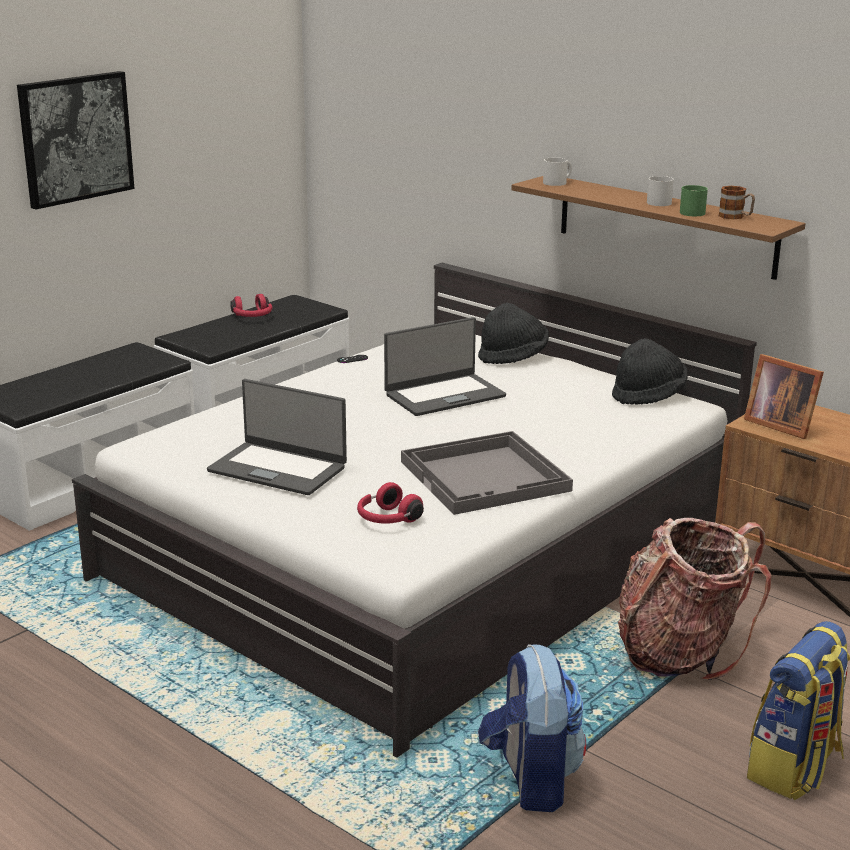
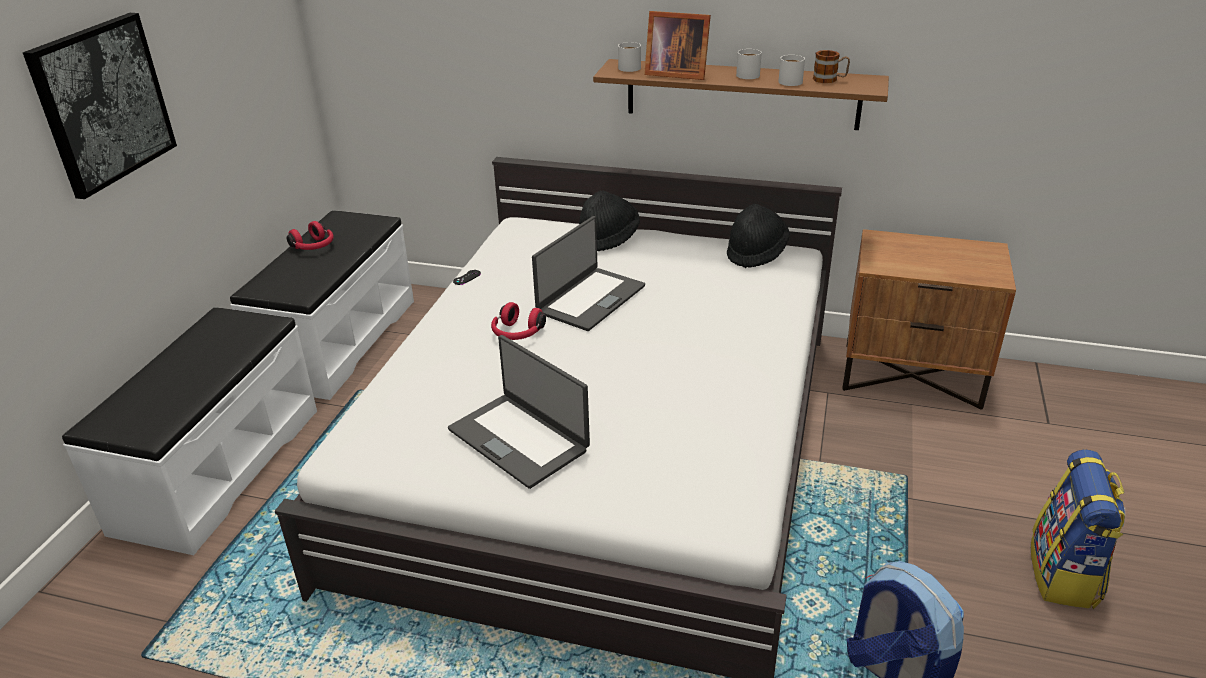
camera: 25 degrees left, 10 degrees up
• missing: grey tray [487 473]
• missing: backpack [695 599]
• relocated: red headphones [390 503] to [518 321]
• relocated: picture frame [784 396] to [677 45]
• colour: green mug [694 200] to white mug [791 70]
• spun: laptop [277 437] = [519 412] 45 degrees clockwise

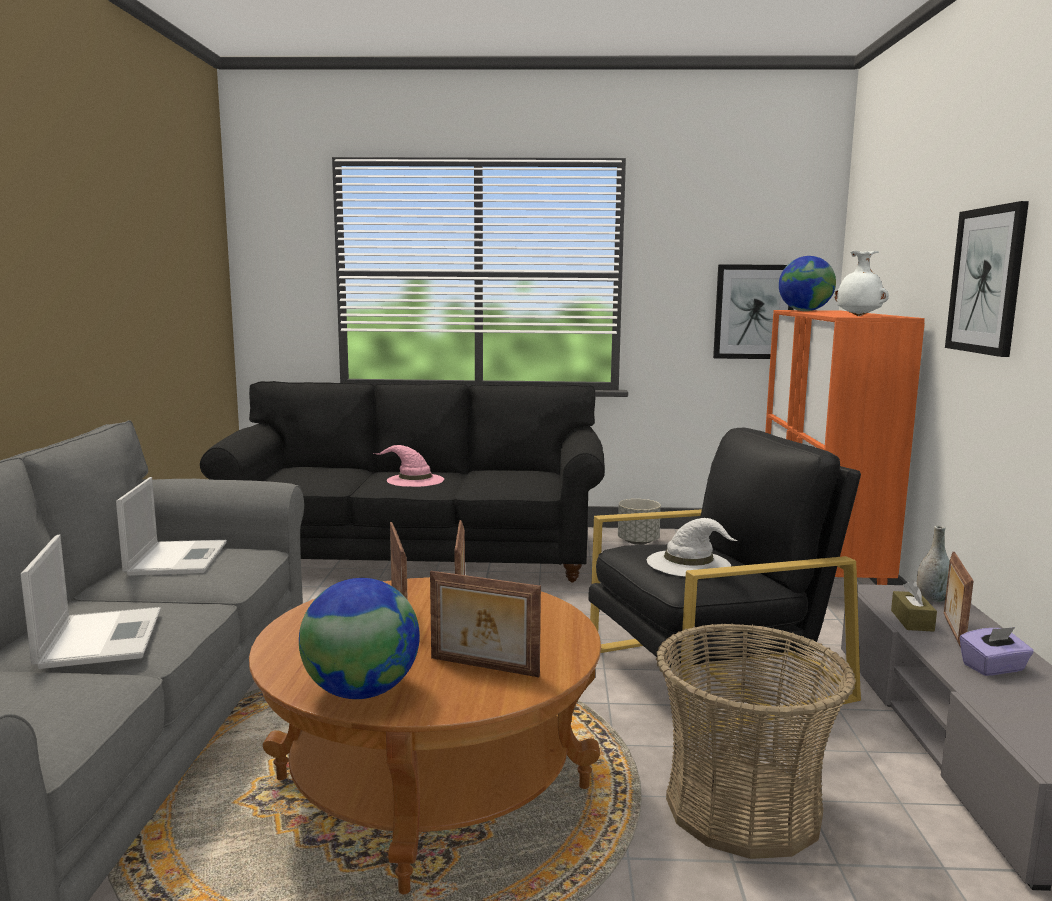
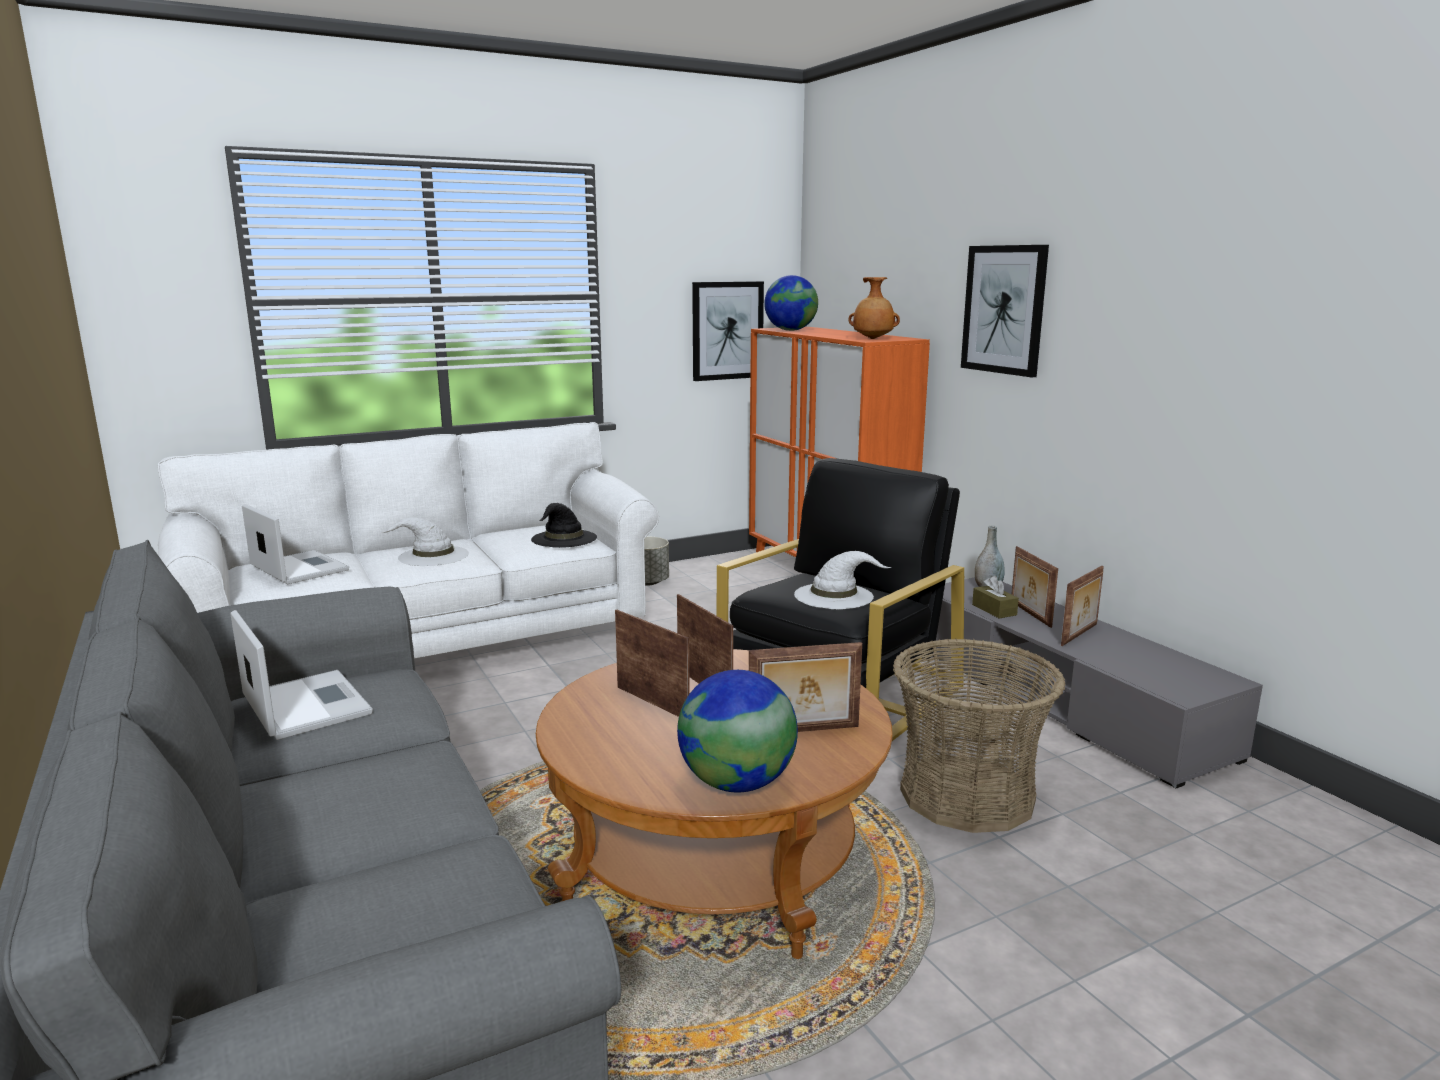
camera: 30 degrees left, 5 degrees up
• appeared: black hat [564 525]
• relocated: laptop [91 601] to [295 544]
• exchanged: purple tissue box [997 651] to picture frame [1082 606]
• colour: black sofa [402 481] to white sofa [408 540]
• colour: pink hat [409 466] to white hat [424 541]
• colour: white vase [861 283] to brown vase [874 308]

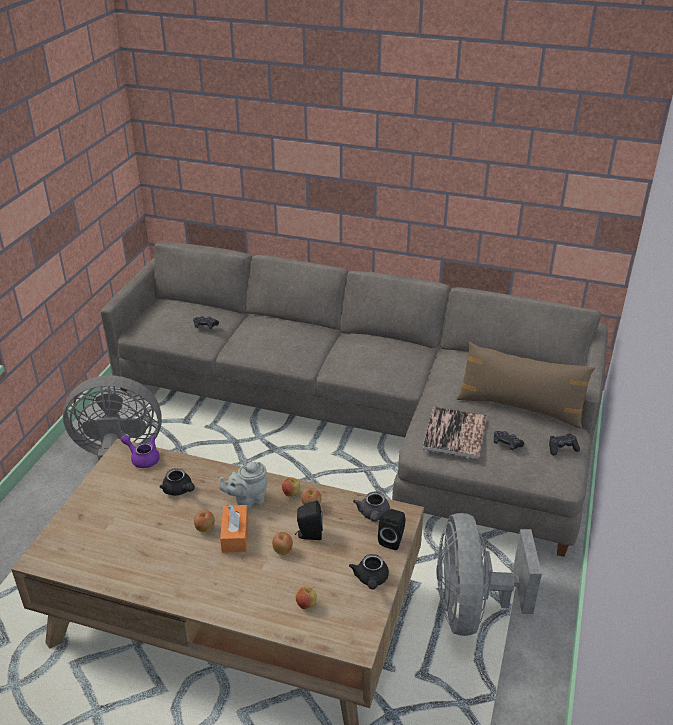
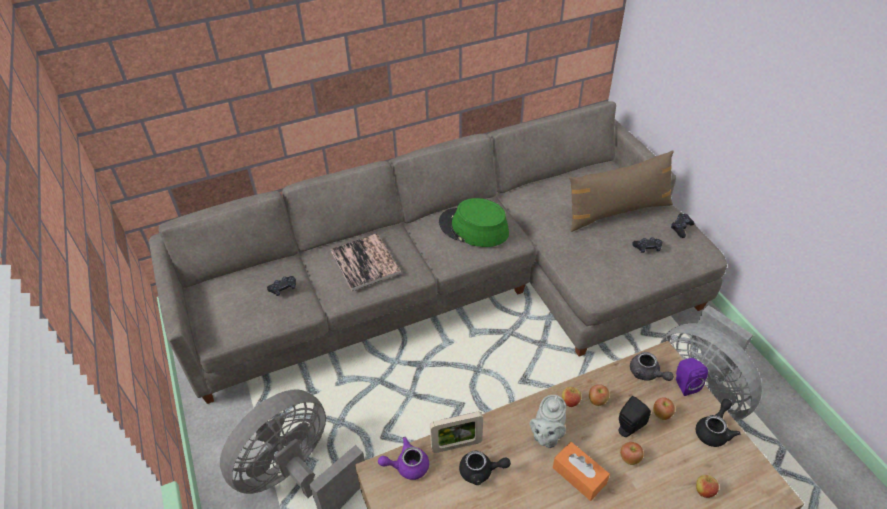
camera: 40 degrees left, 10 degrees up
• appeared: picture frame [456 432]
• appeared: green hat [474 222]
• relocated: apple [204 521] to [664 408]
• relocated: book [455 433] to [365 262]
• colour: black speaker [392 529] to purple speaker [692 377]
• spun: black teapot [369 572] = [718 423] 105 degrees counterclockwise

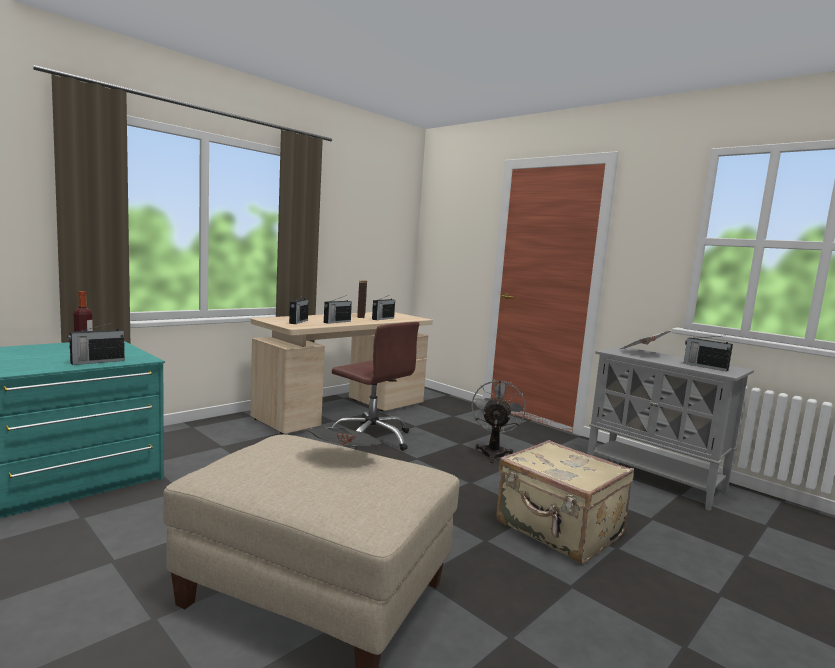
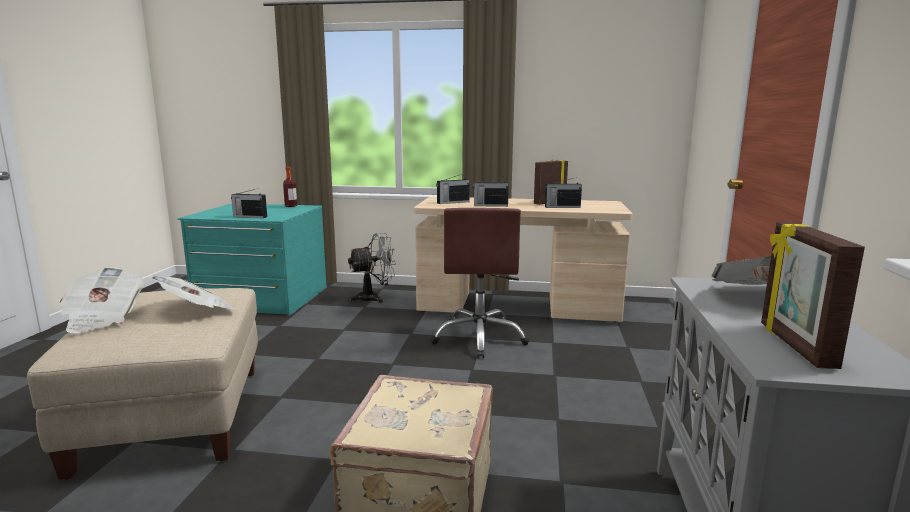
camera: 55 degrees right, 5 degrees up
• appeared: newspaper [102 300]
• relocated: grey fan [498 421] to [372 268]
• exchanged: radio [708 353] to picture frame [813 295]

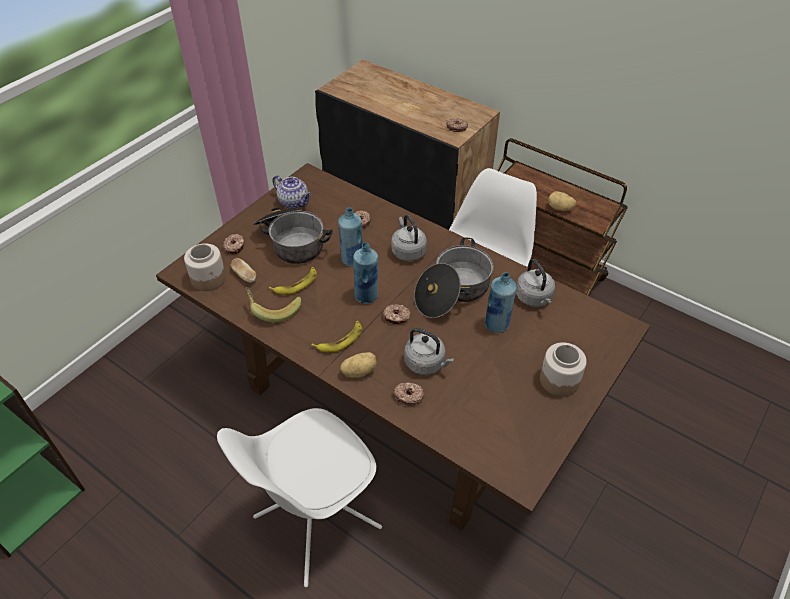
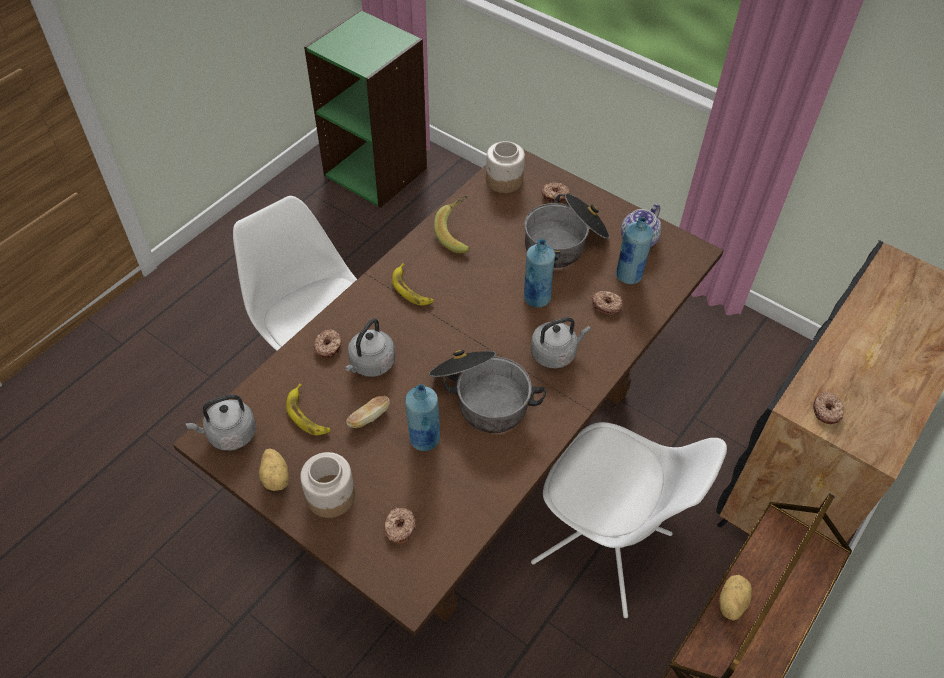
camera: 90 degrees right, 5 degrees up
• relocated: bread [243 270] to [368 412]
• relocated: banana [293 281] to [308 409]
• relocated: potato [358 365] to [274 469]
• relocated: blue bottle [365 273] to [634 250]
• relocated: donut [397 314] to [400 525]
• relocated: grey kettle [535 283] to [221 422]

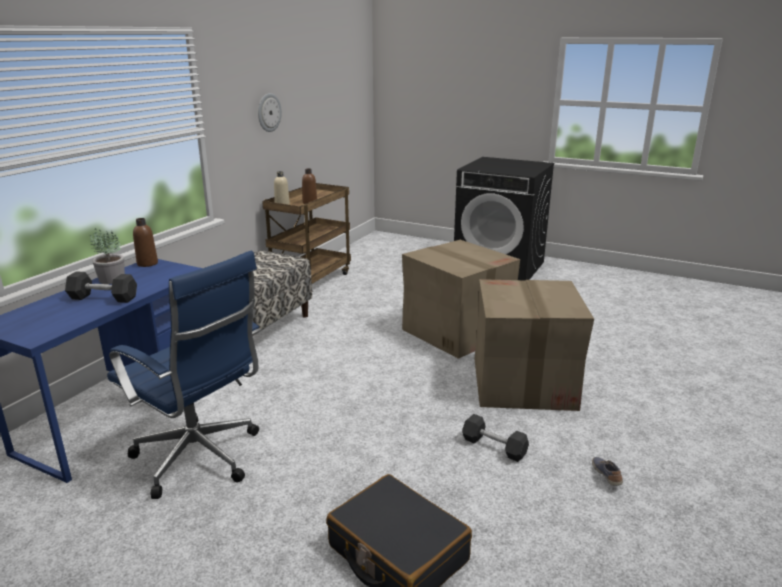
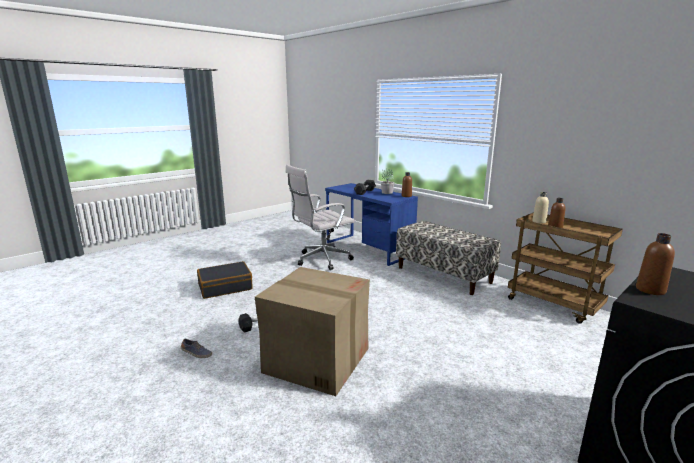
camera: 110 degrees right, 5 degrees down
• missing: wall clock [270 112]
• missing: cardboard box [461 299]
• appeared: brown bottle [655 264]
• colour: blue office chair [184 375] to white office chair [320 217]

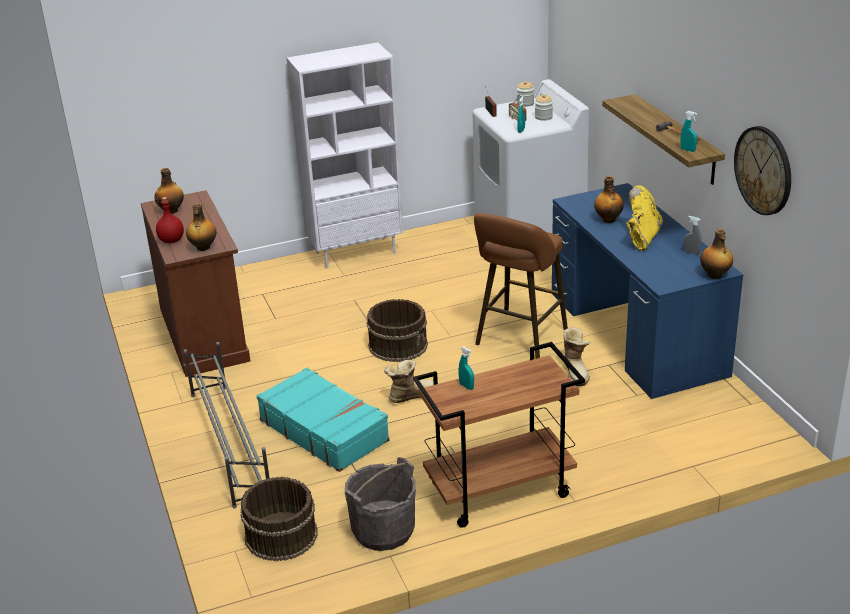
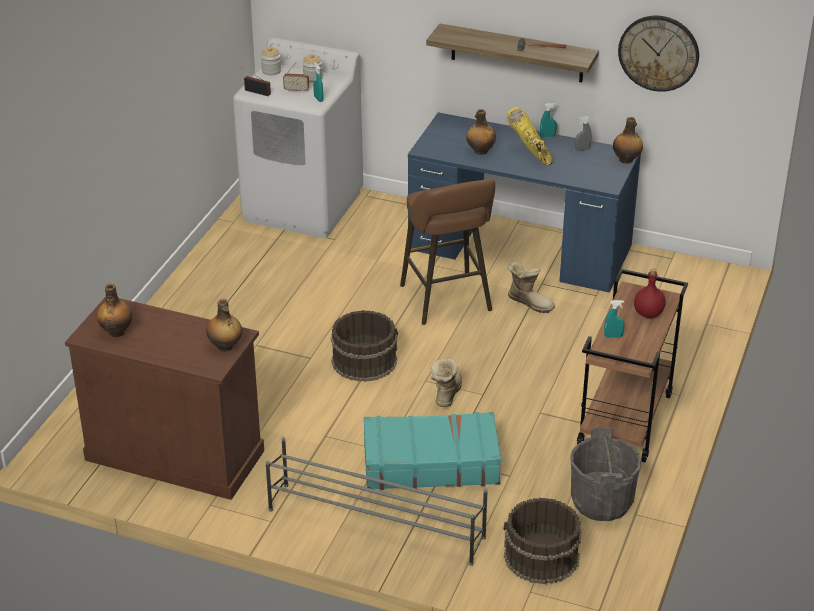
camera: 50 degrees left, 5 degrees up
• missing: white bookcase [345 155]
• relocated: red bottle [170 220] to [650 293]
• relocated: turquoise spray bottle [688 131] to [548 120]

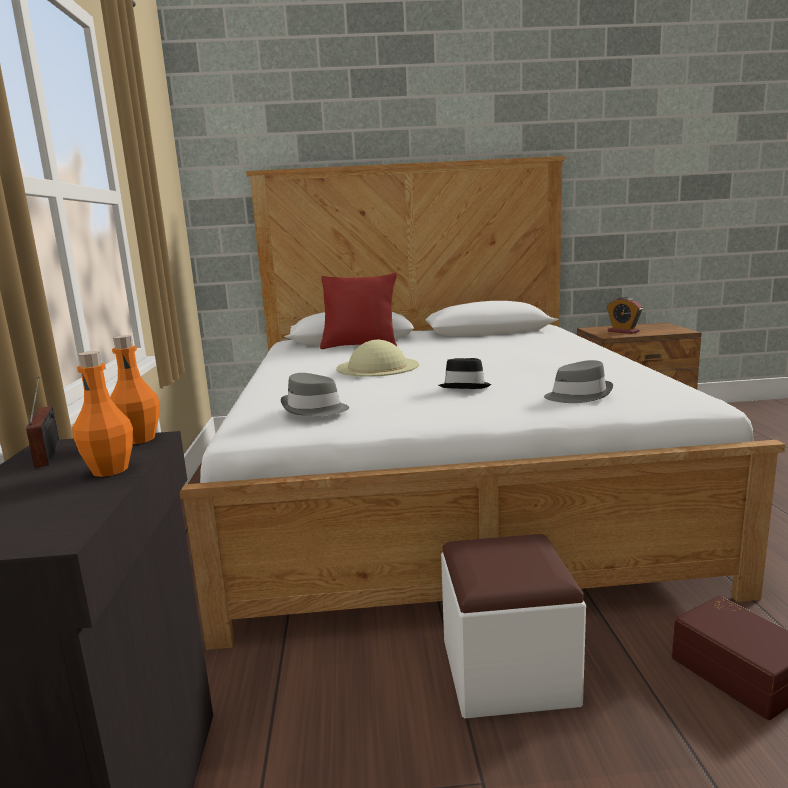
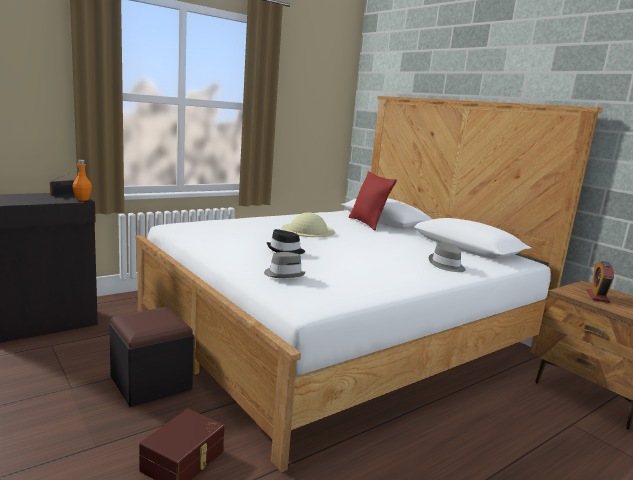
camera: 55 degrees right, 0 degrees up
• missing: orange bottle [103 414]
• relocated: grey hat [315 394] to [447 257]
• colour: white ottoman [513 626] to black ottoman [151 357]

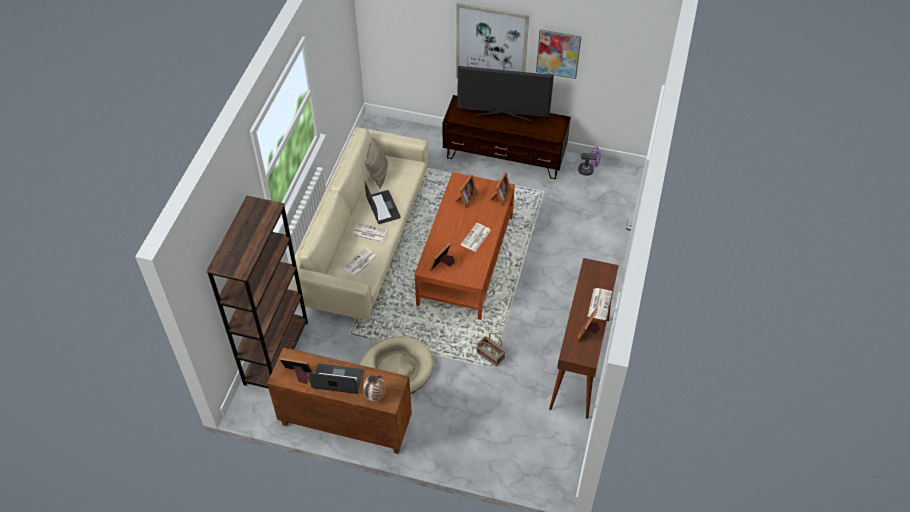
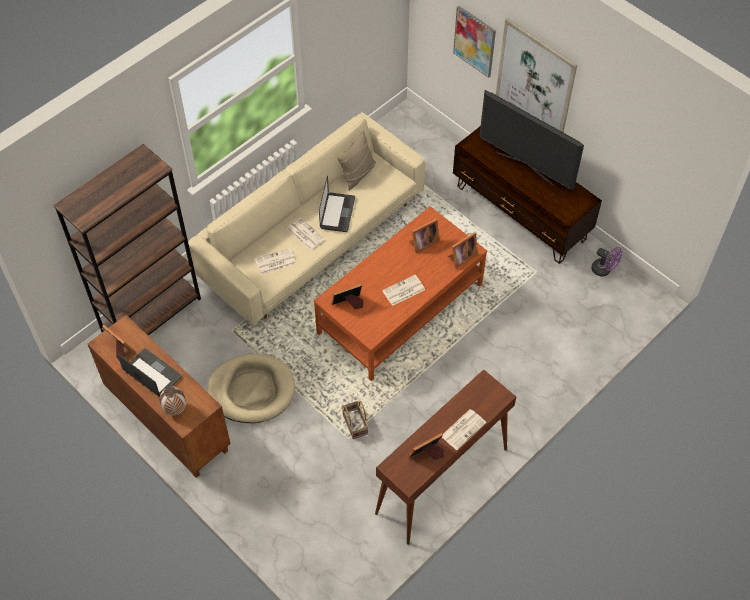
camera: 30 degrees right, 5 degrees up
• relocated: picture [559 54] to [474 42]

